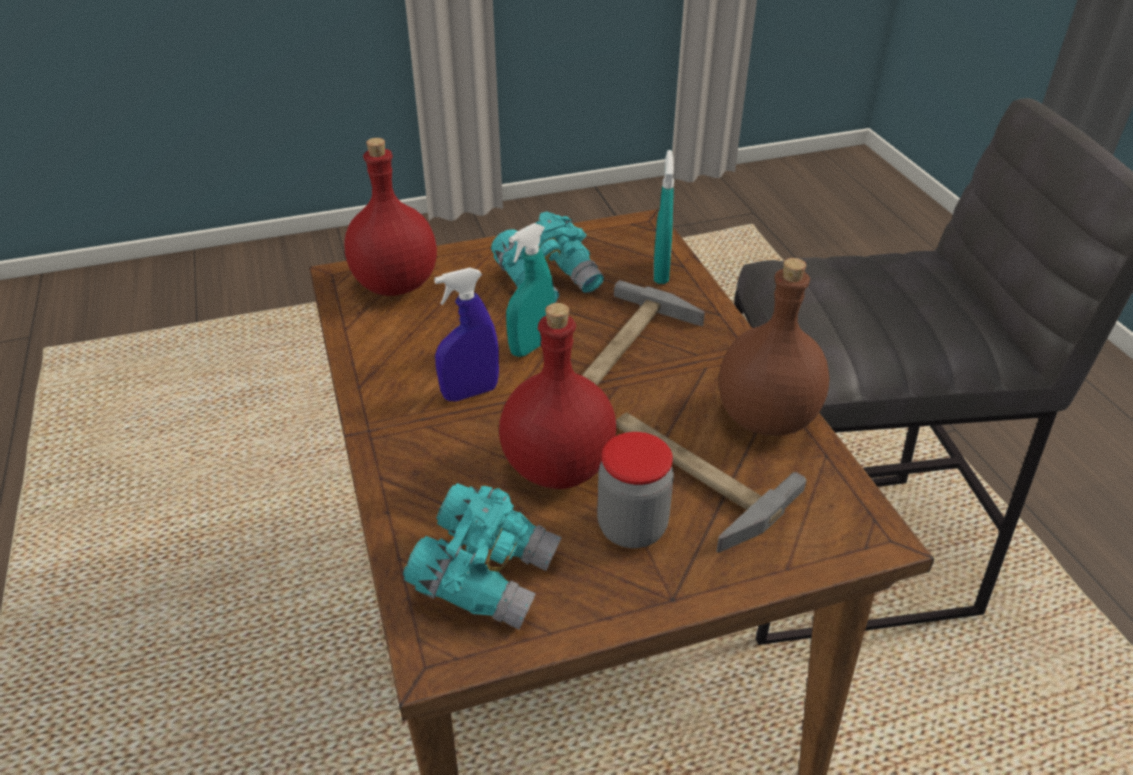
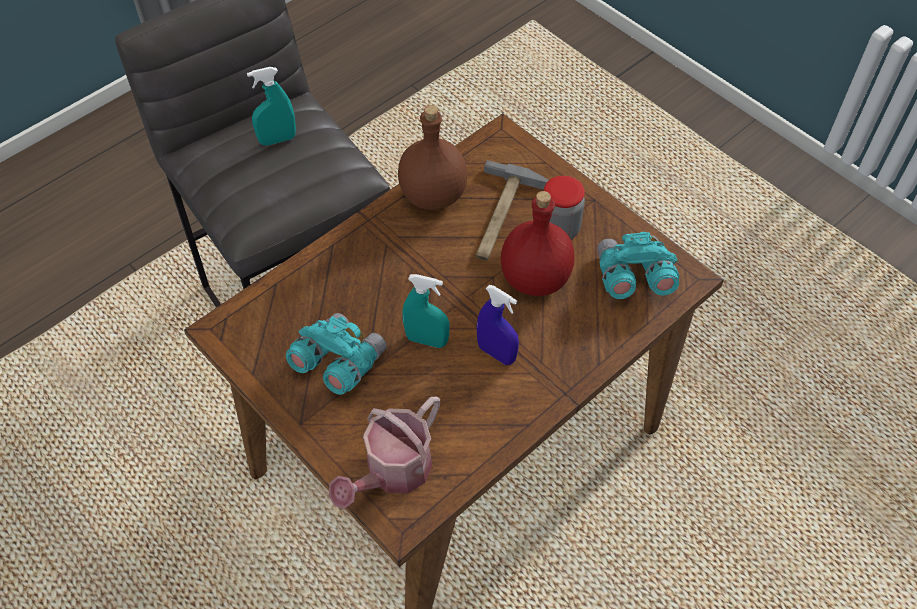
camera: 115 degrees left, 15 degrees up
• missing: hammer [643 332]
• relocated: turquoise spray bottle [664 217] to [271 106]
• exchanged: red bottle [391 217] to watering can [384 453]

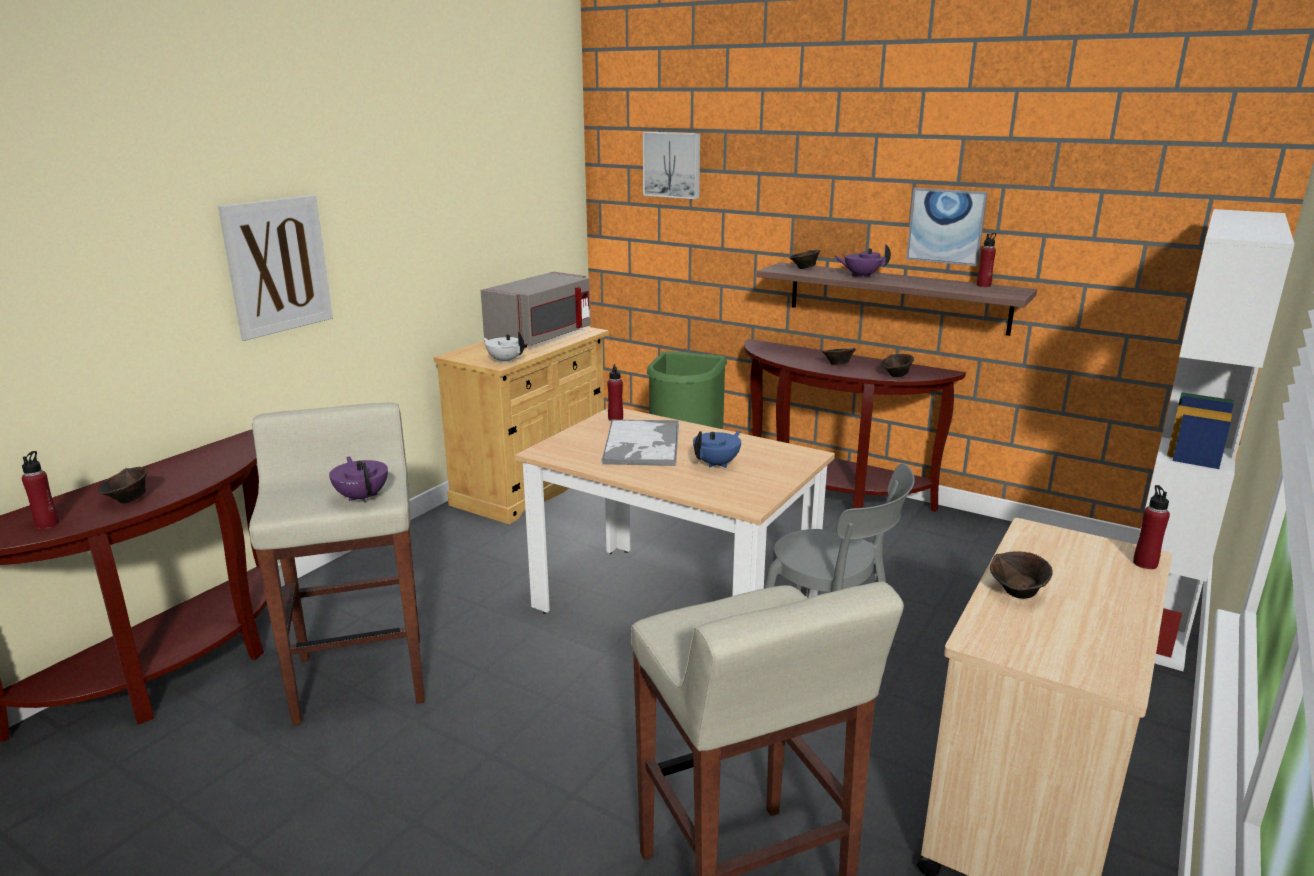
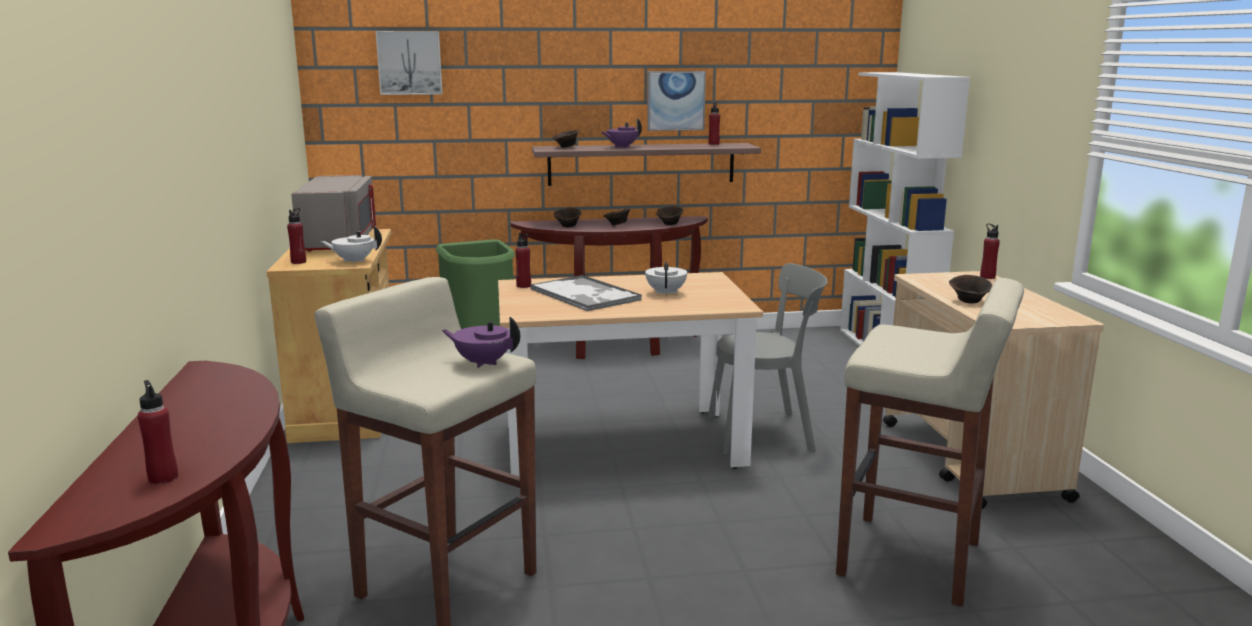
camera: 40 degrees left, 5 degrees down
• missing: picture [275 268]
• appeared: red bottle [296 236]
• relocated: brown bowl [123 485] to [568 217]
• colour: blue teapot [717 449] to white teapot [666 279]

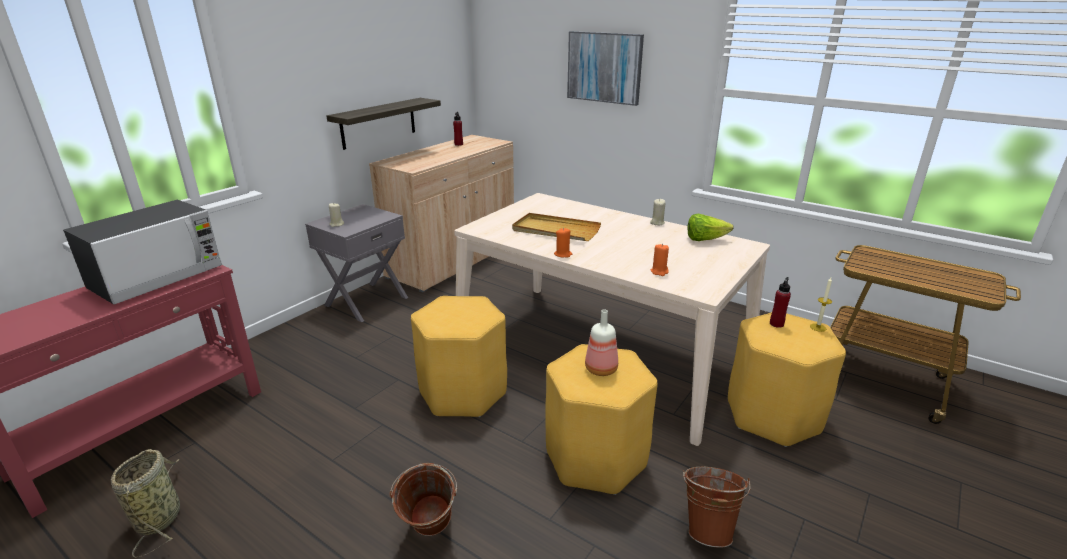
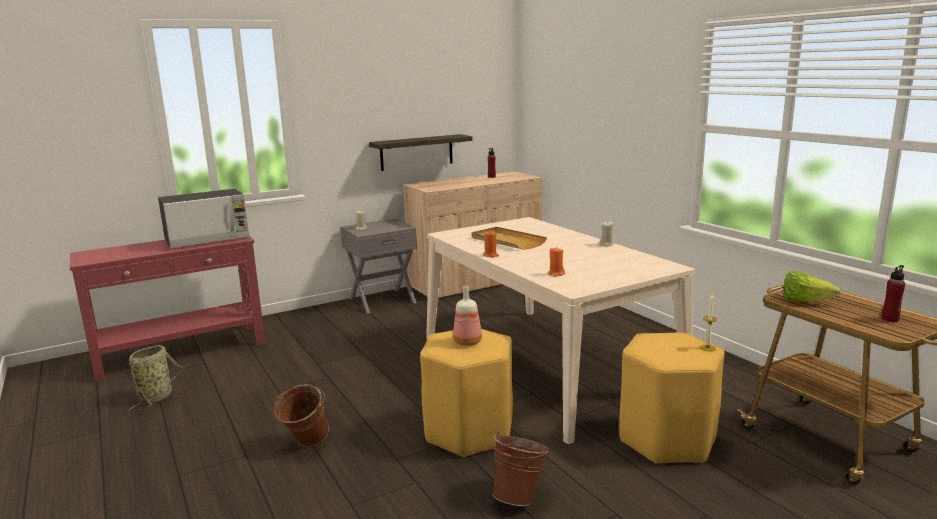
camera: 25 degrees right, 10 degrees down
• missing: yellow stool [459 356]
• missing: picture [605 68]
• relocated: lettuce [710 227] to [812 286]
• relocated: red bottle [780 302] to [893 293]

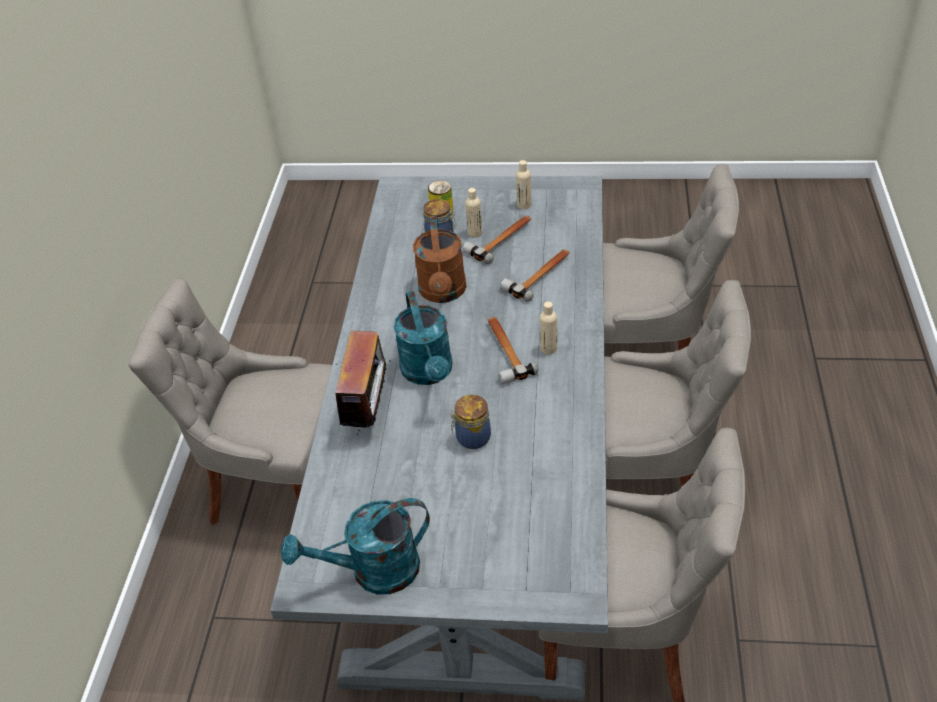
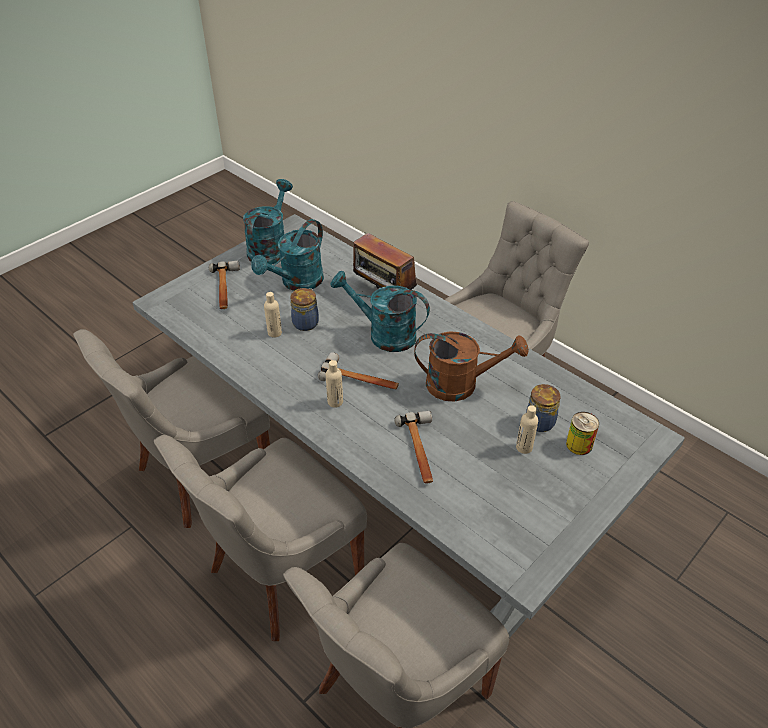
camera: 125 degrees right, 0 degrees up
• appeared: turquoise watering can [287 255]
• relocated: hammer [496 239] to [224 285]
• relocated: beige bottle [523 184] to [273 315]
• spun: brown watering can [439 259] = [471 366] 150 degrees clockwise

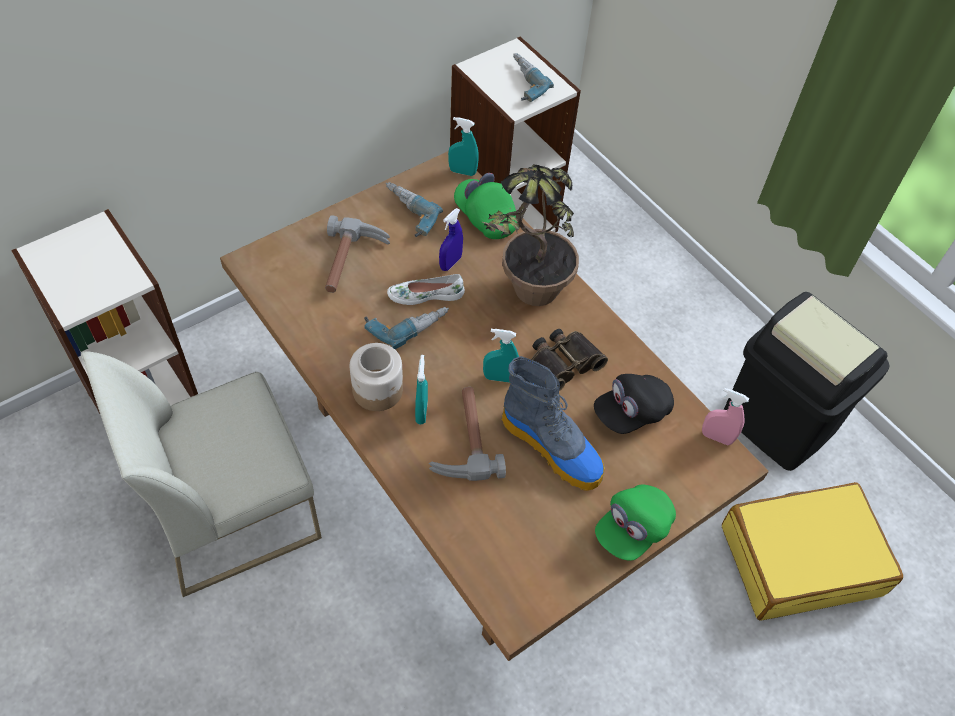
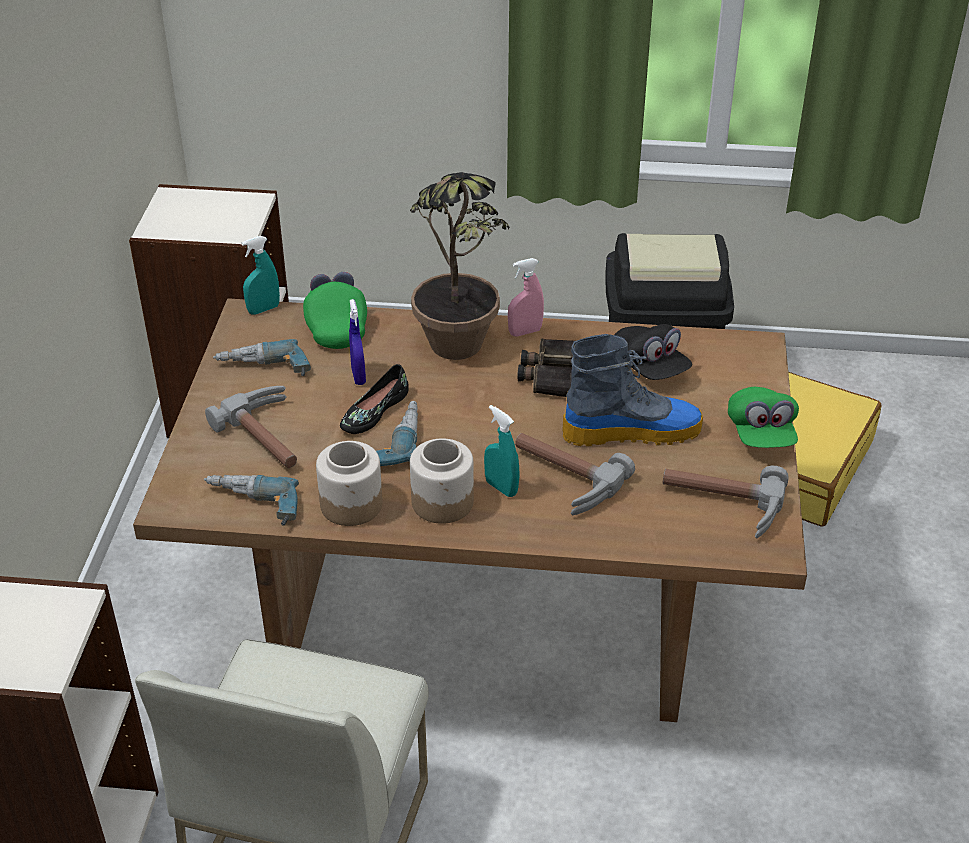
camera: 45 degrees left, 15 degrees down
• missing: turquoise spray bottle [501 356]
• appeared: jar [349 483]
• appeared: hammer [725 502]
• relocated: power drill [533 77] to [251 500]
• relocated: pink spray bottle [725 416] to [526 297]
• colour: white shoe [426 289] to black shoe [374 399]
• spun: green cap [485 206] = [335 310] 75 degrees clockwise
• spun: black cap [634 404] = [653 352] 45 degrees counterclockwise

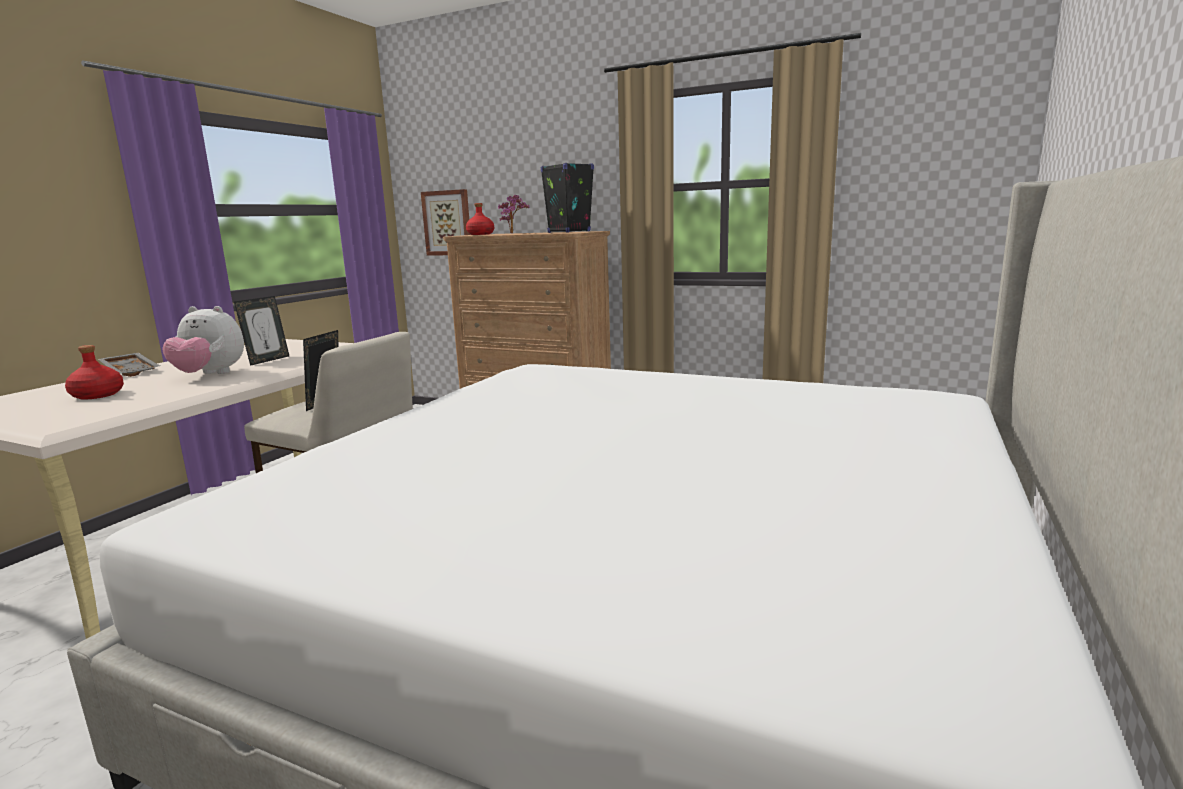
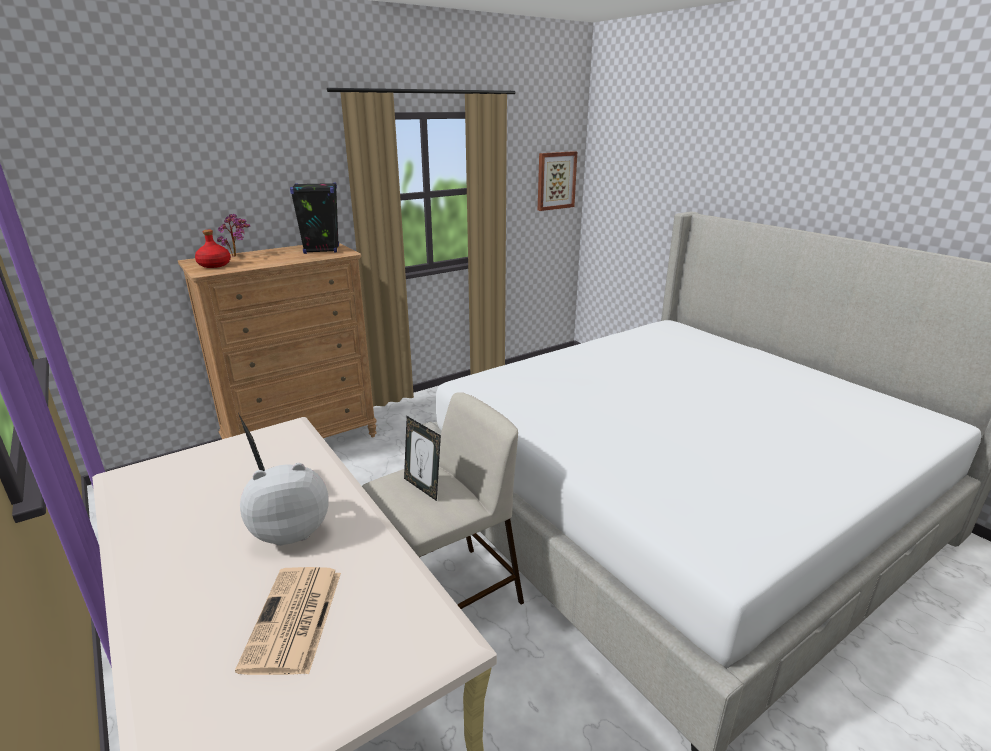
camera: 60 degrees left, 10 degrees up
• missing: grey tray [129 364]
• relocated: picture [446 222] to [557 181]
• exchanged: red bottle [94 372] to newspaper [288 621]
• spun: plush toy [203 340] = [284 504] 150 degrees counterclockwise

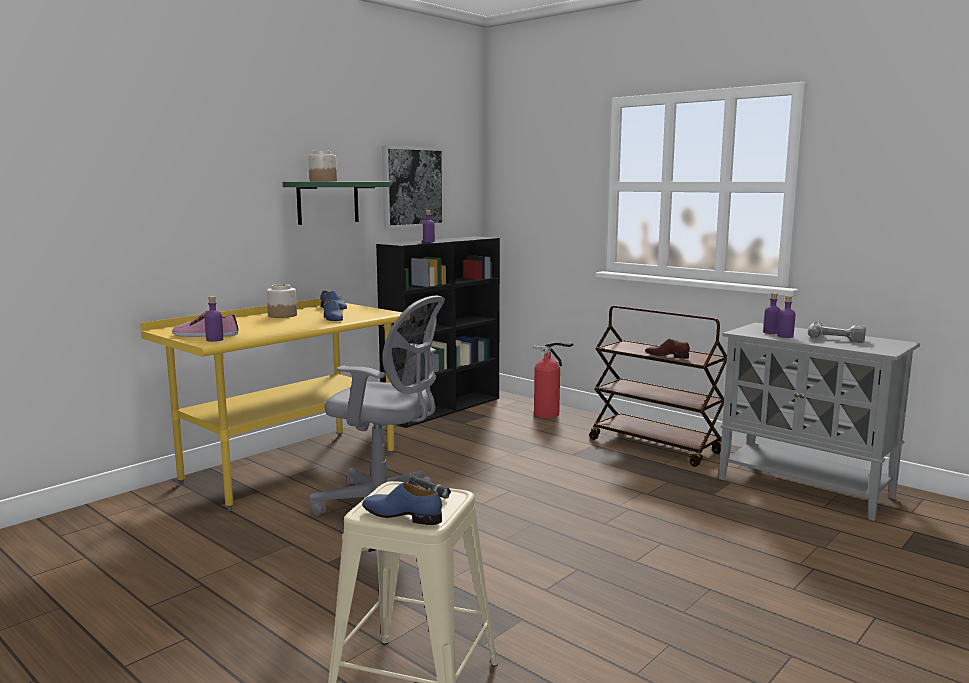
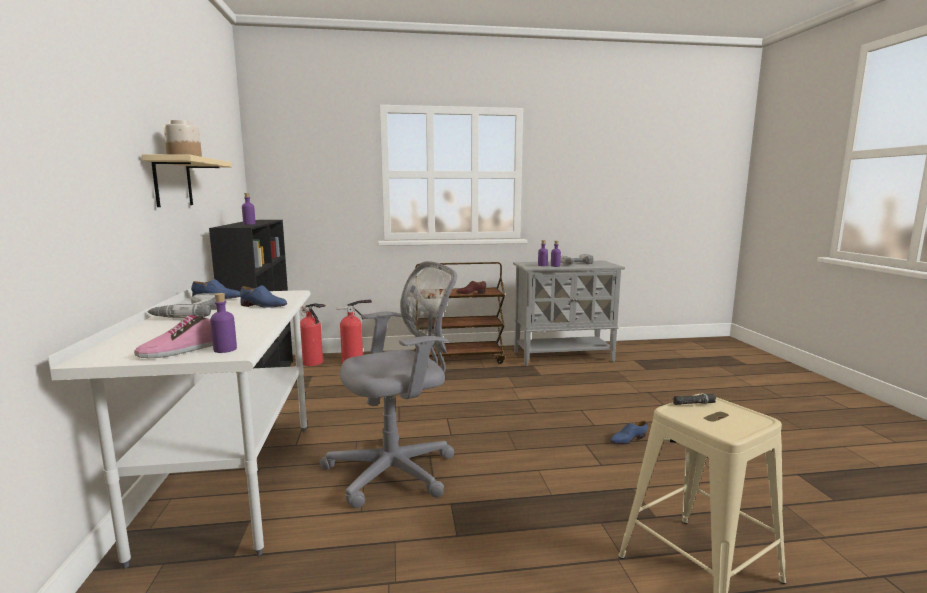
camera: 50 degrees left, 0 degrees up
• missing: picture [413 186]
• appeared: fire extinguisher [313 334]
• relocated: blue shoe [402 503] to [628 433]
• exchanged: jar [282 301] to power drill [182 305]
• colour: yellow desk [271 403] to white desk [179 428]
• colour: green shelf [337 203] to beige shelf [187 180]

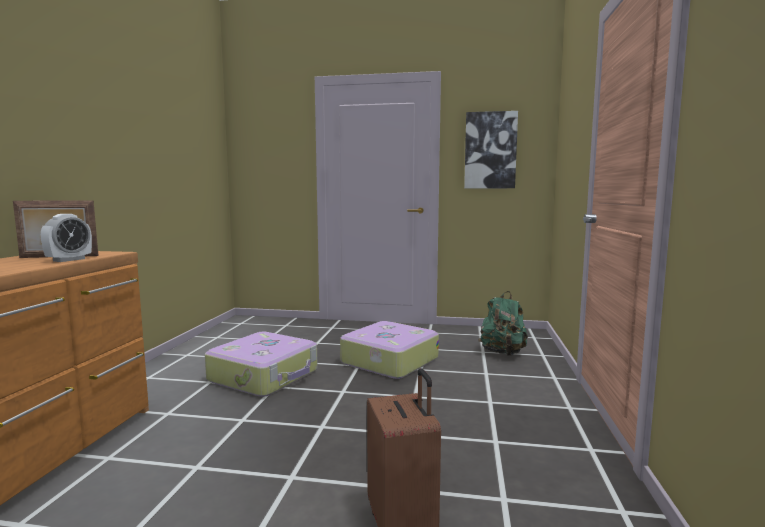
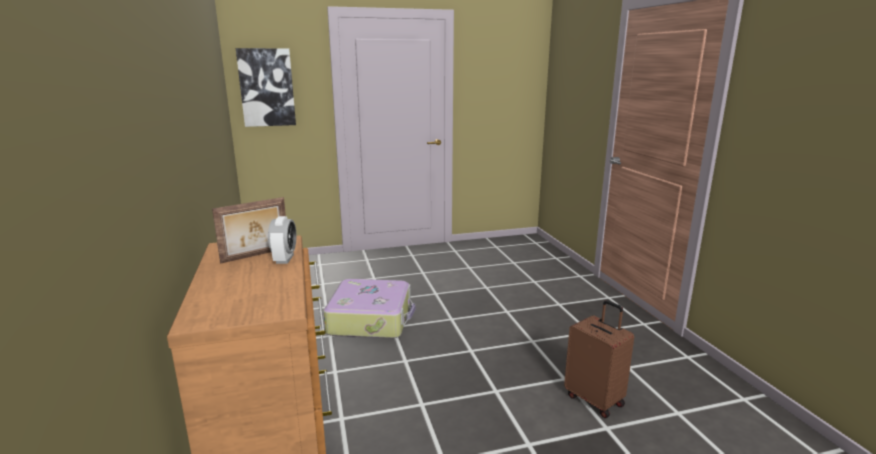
camera: 25 degrees left, 10 degrees up
• missing: suitcase [389 350]
• missing: green backpack [503 323]
• relocated: picture [491 149] to [266 87]

